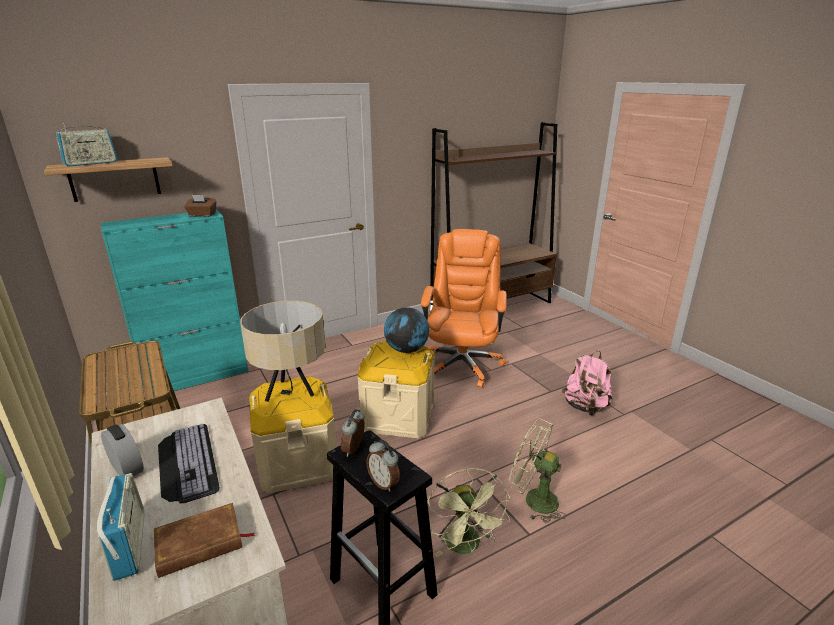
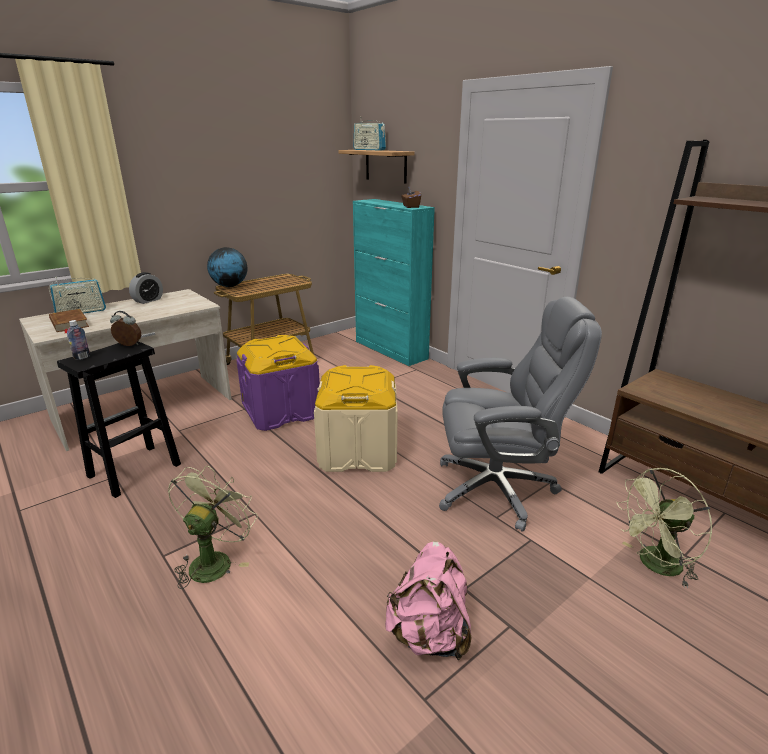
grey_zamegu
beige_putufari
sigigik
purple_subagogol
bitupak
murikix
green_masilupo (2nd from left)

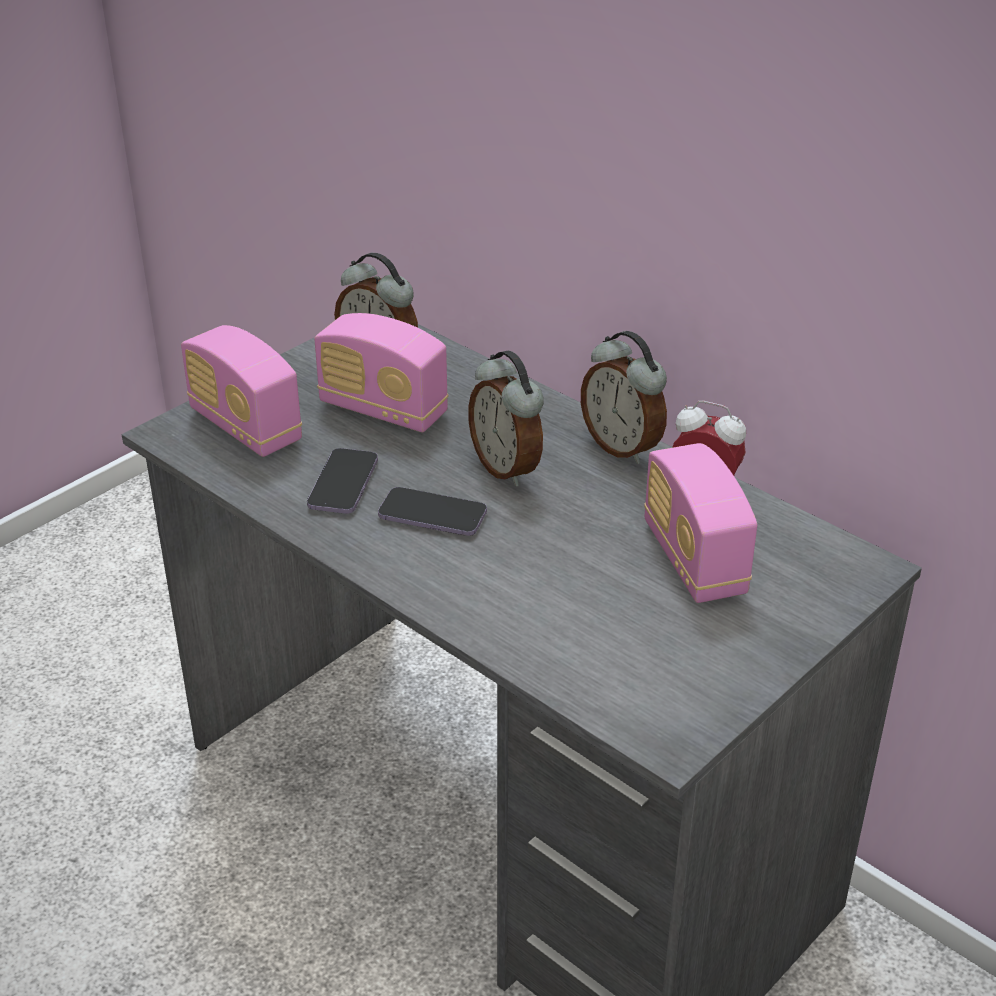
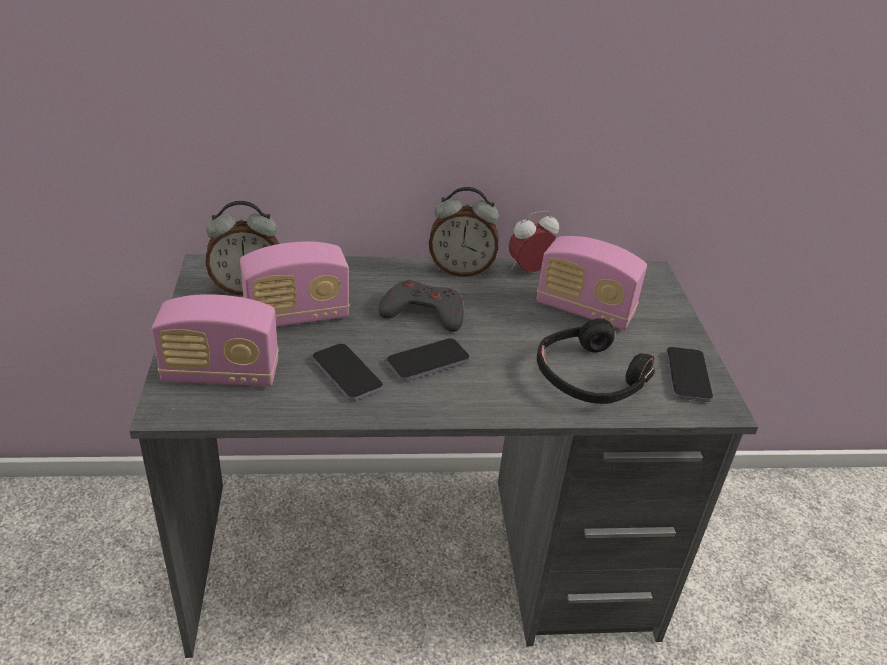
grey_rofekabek
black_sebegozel
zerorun (3rd from left)

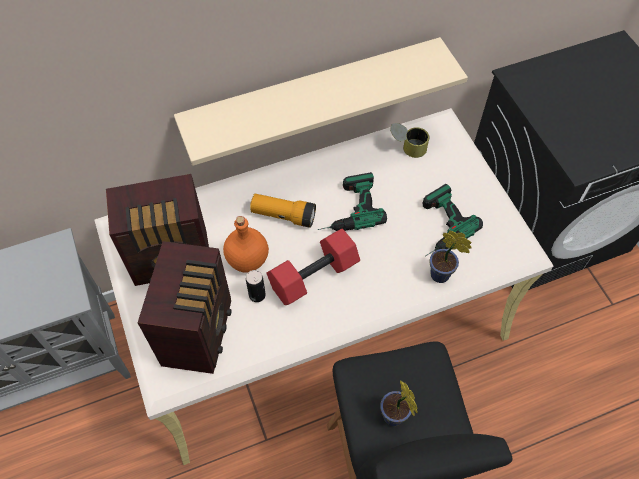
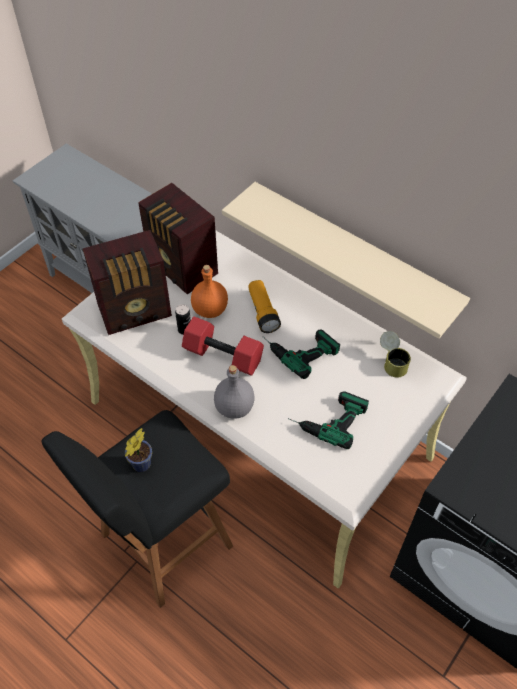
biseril (2nd from left in the first image)
grey_murikix

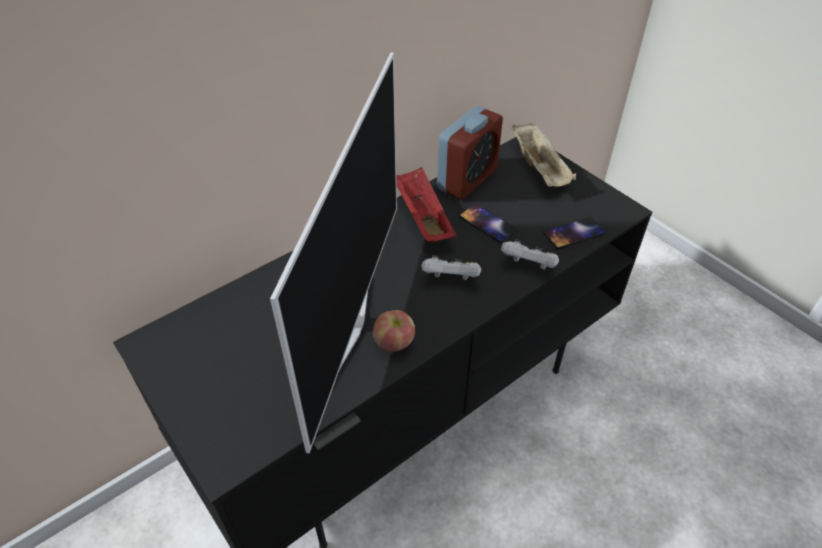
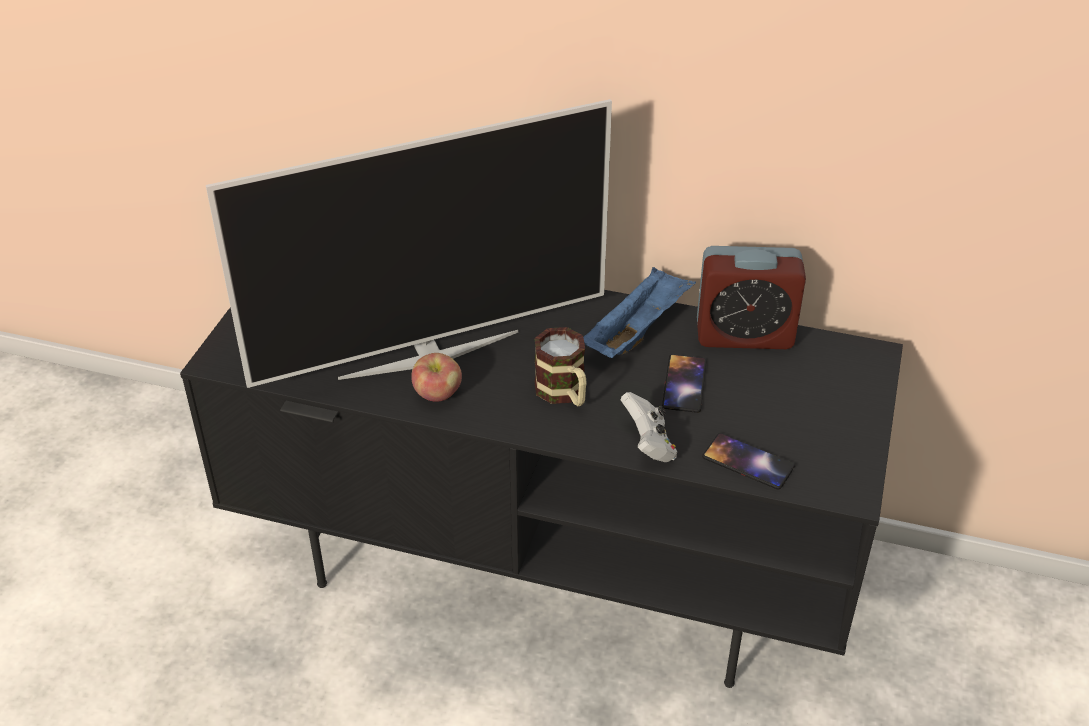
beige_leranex
blue_leranex
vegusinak

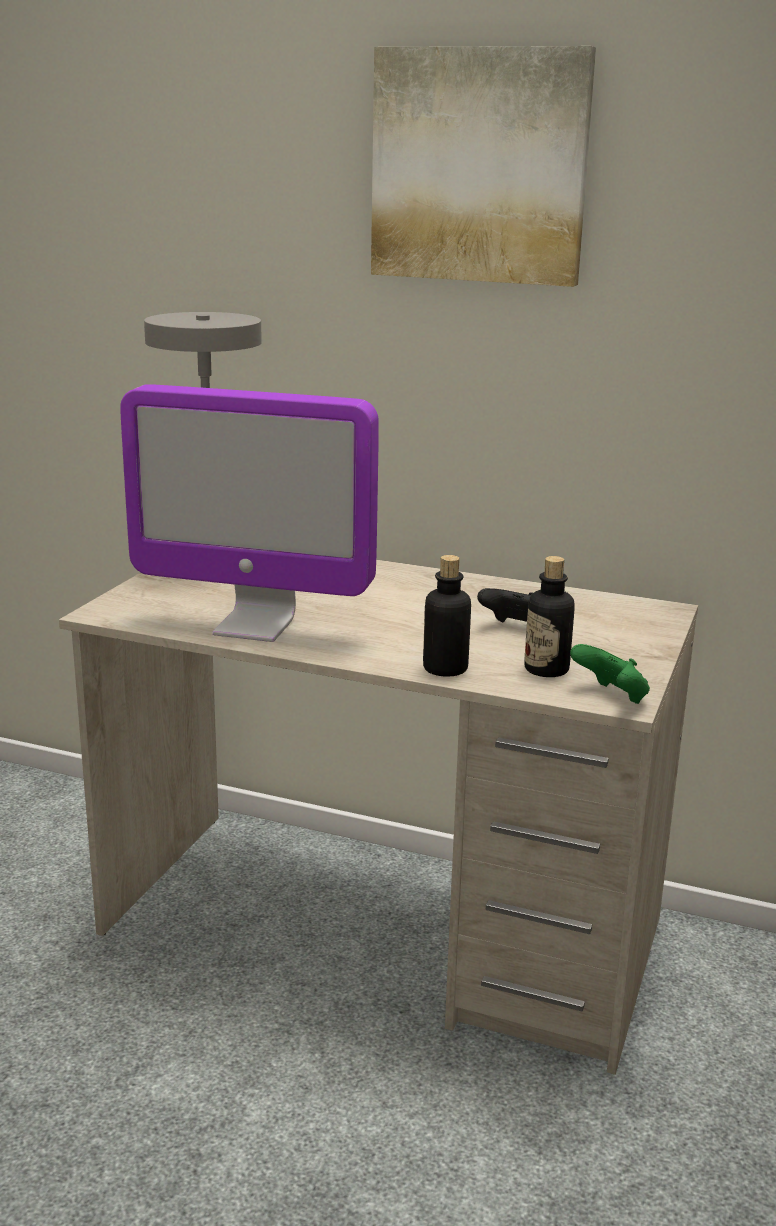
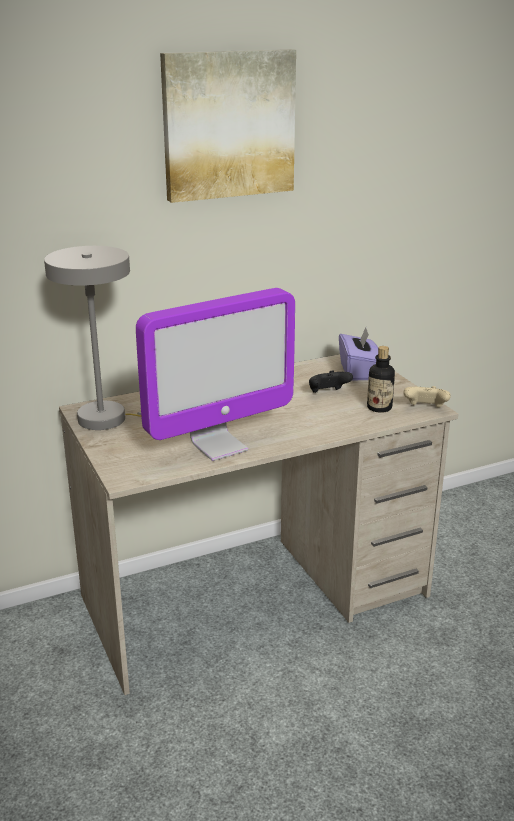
murikix (1st from left in the first image)
beige_rofekabek
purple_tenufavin

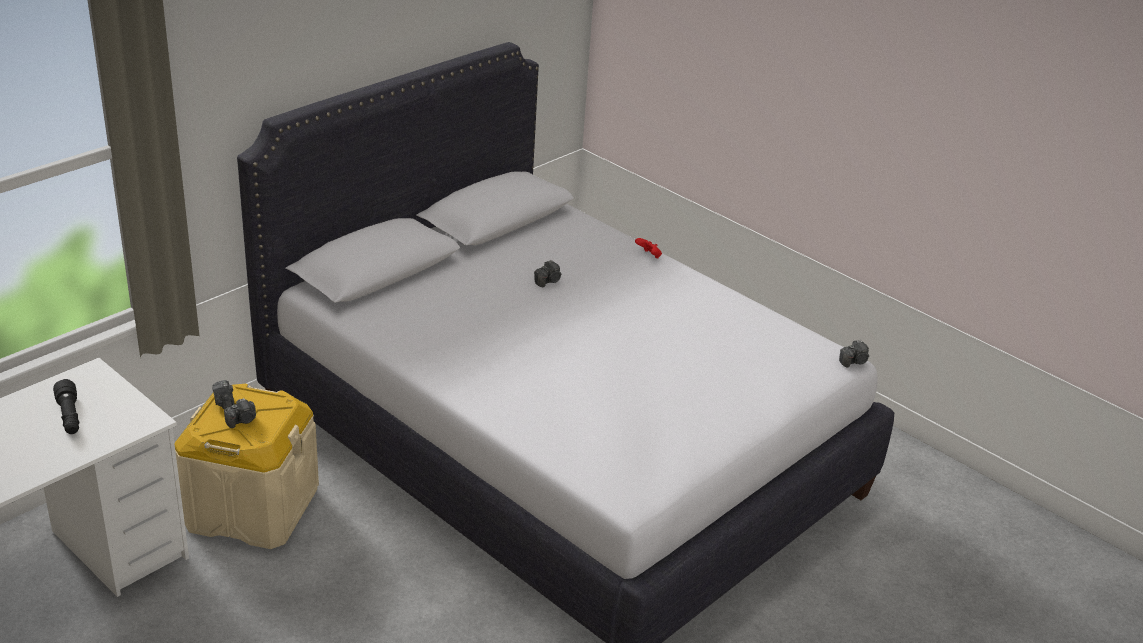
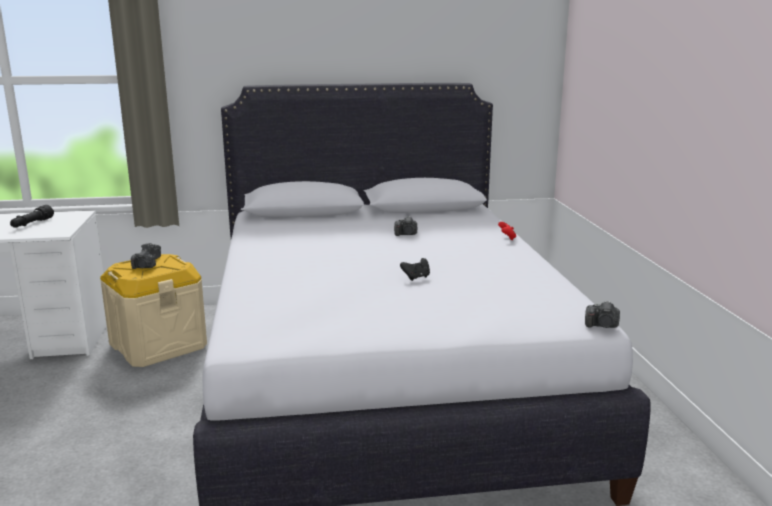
black_rofekabek

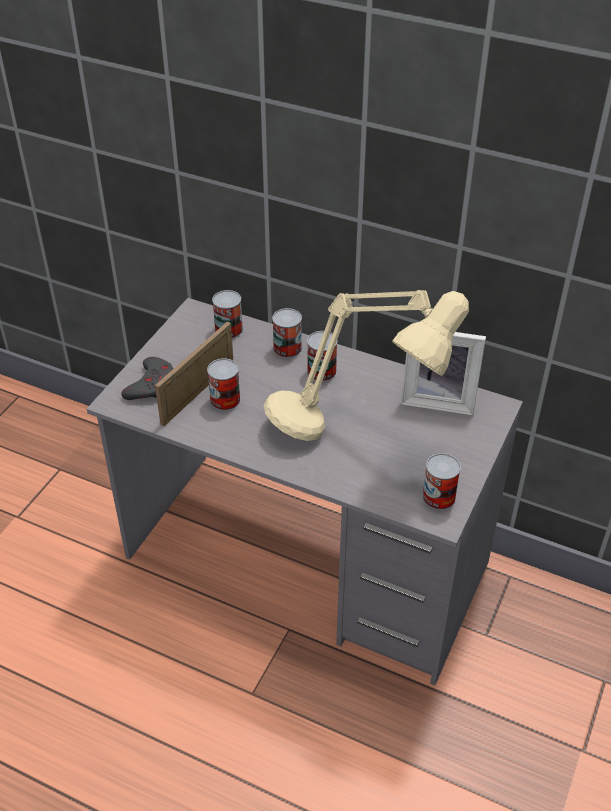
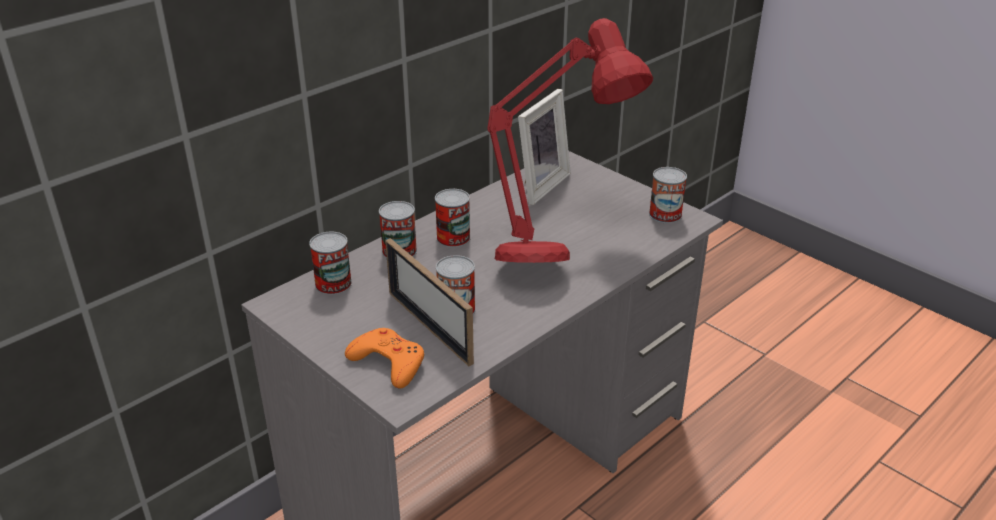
red_putufari
orange_rofekabek

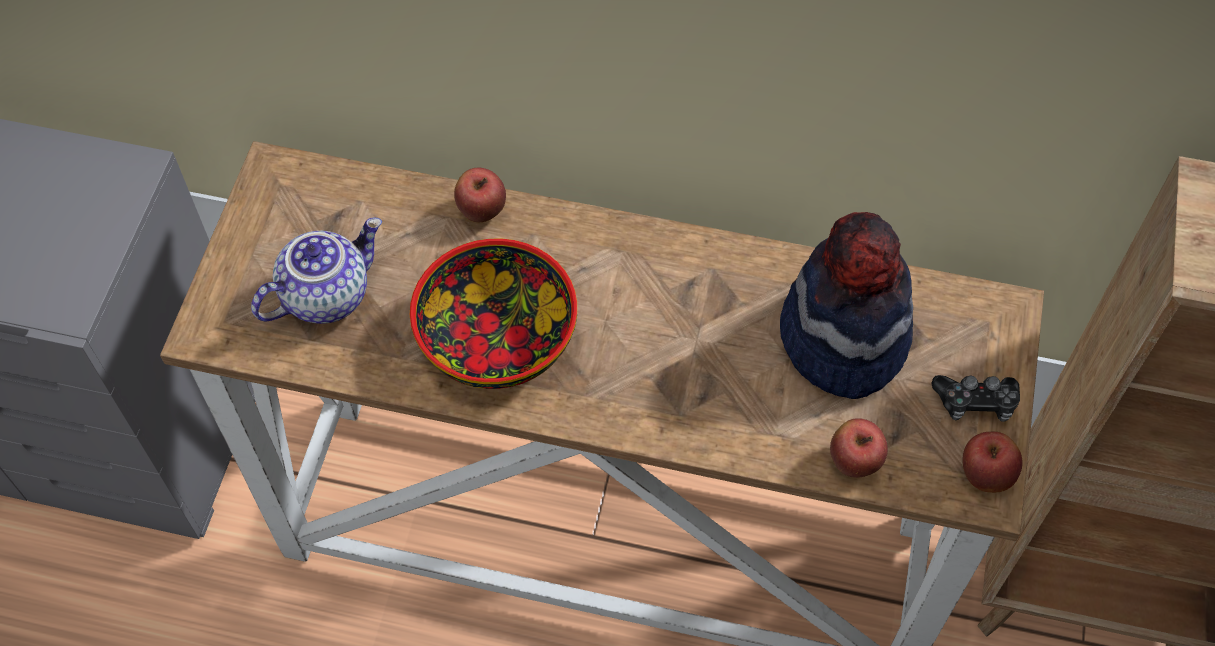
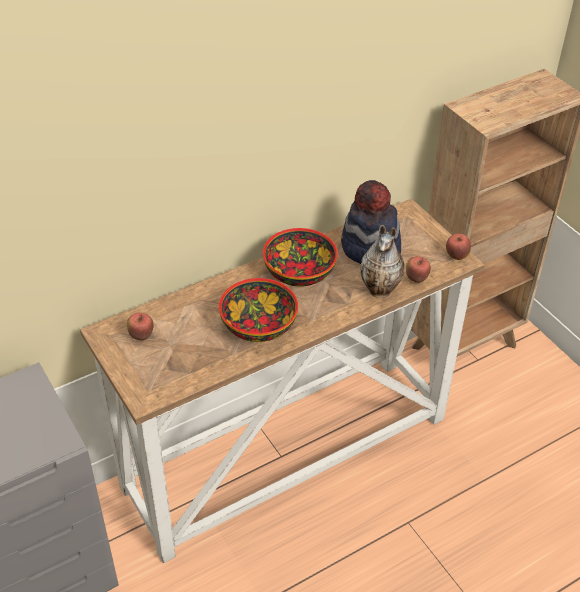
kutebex (1st from left)
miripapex
rofekabek
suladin
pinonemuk (2nd from left)

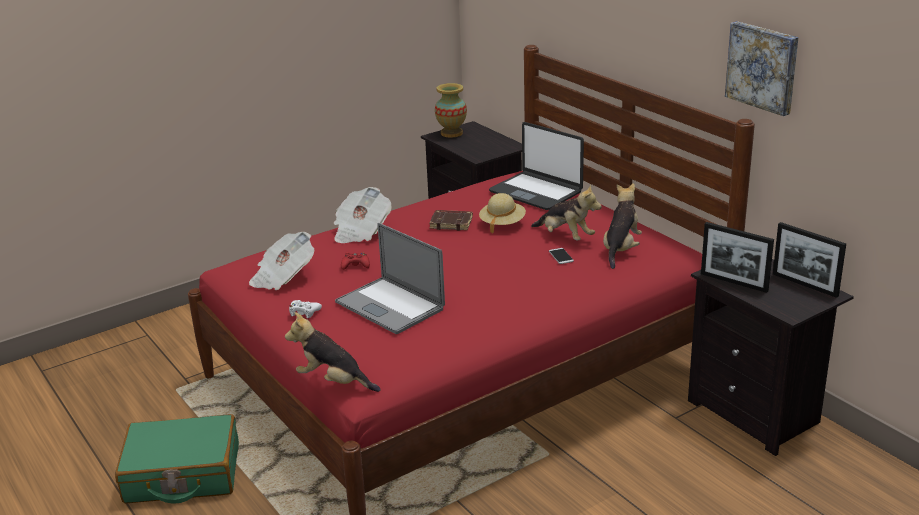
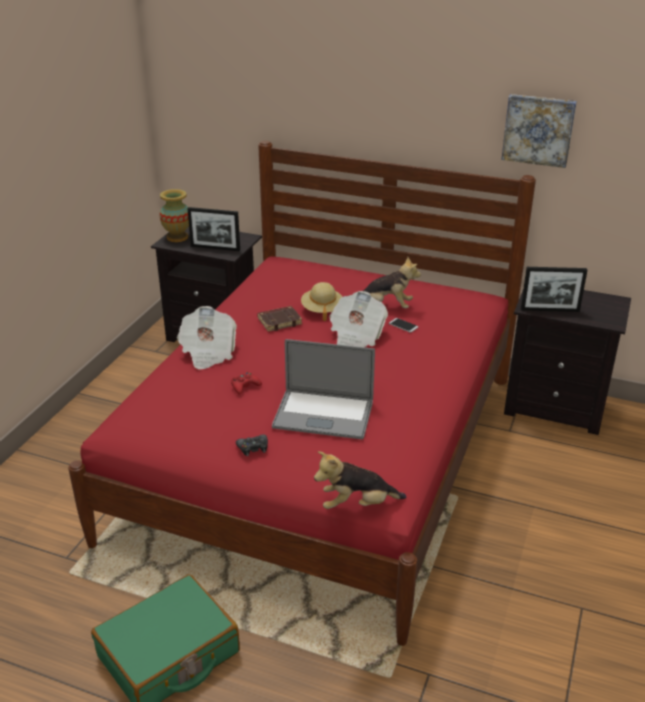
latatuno (2nd from left in the first image)
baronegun (3rd from left in the first image)
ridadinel (1st from left)
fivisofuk (2nd from left)
black_rofekabek

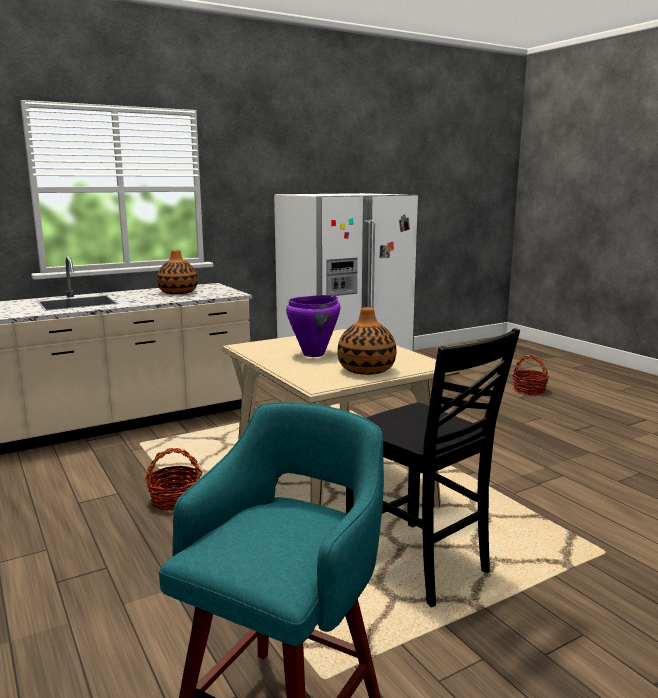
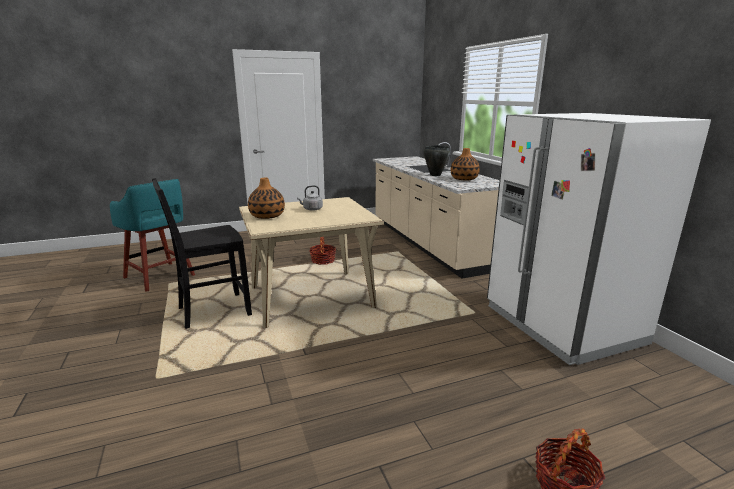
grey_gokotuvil
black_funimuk

